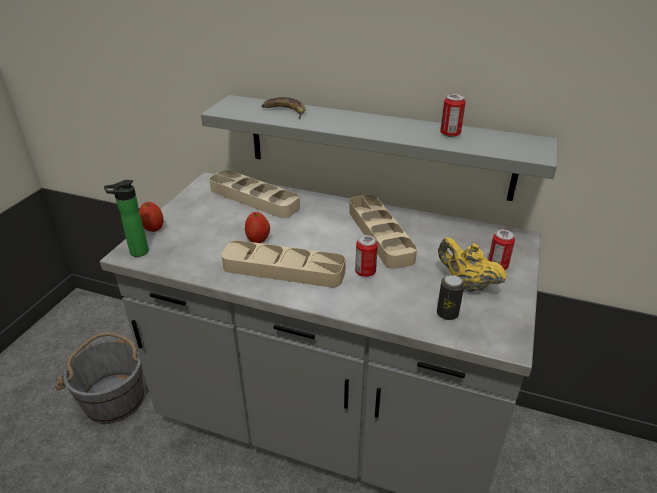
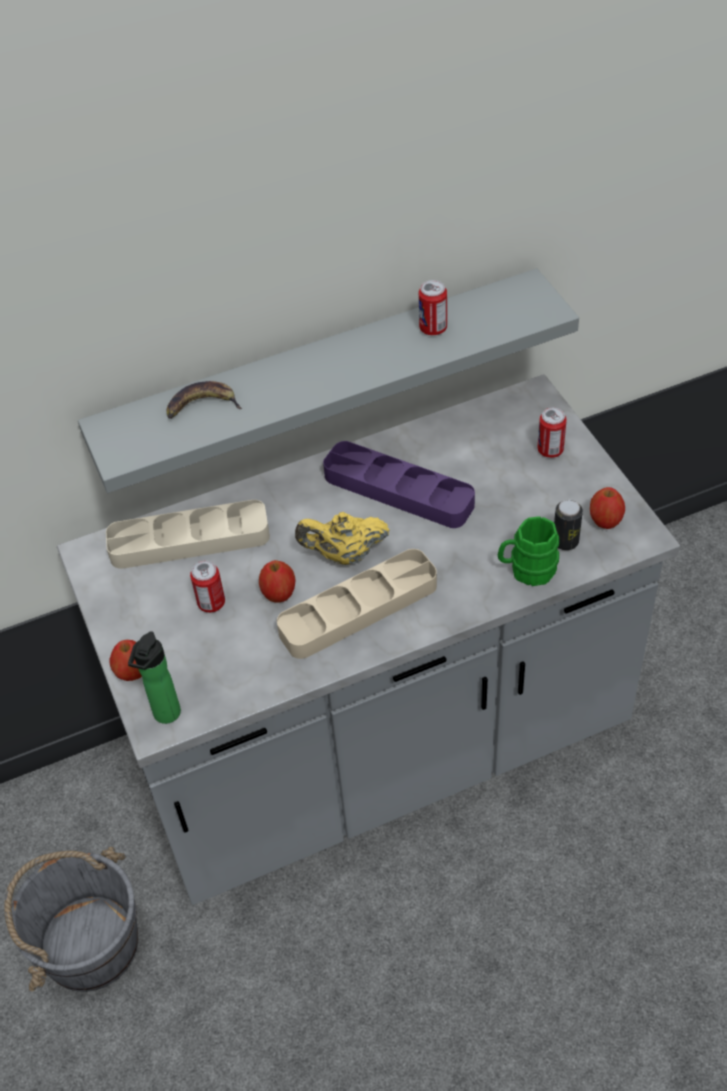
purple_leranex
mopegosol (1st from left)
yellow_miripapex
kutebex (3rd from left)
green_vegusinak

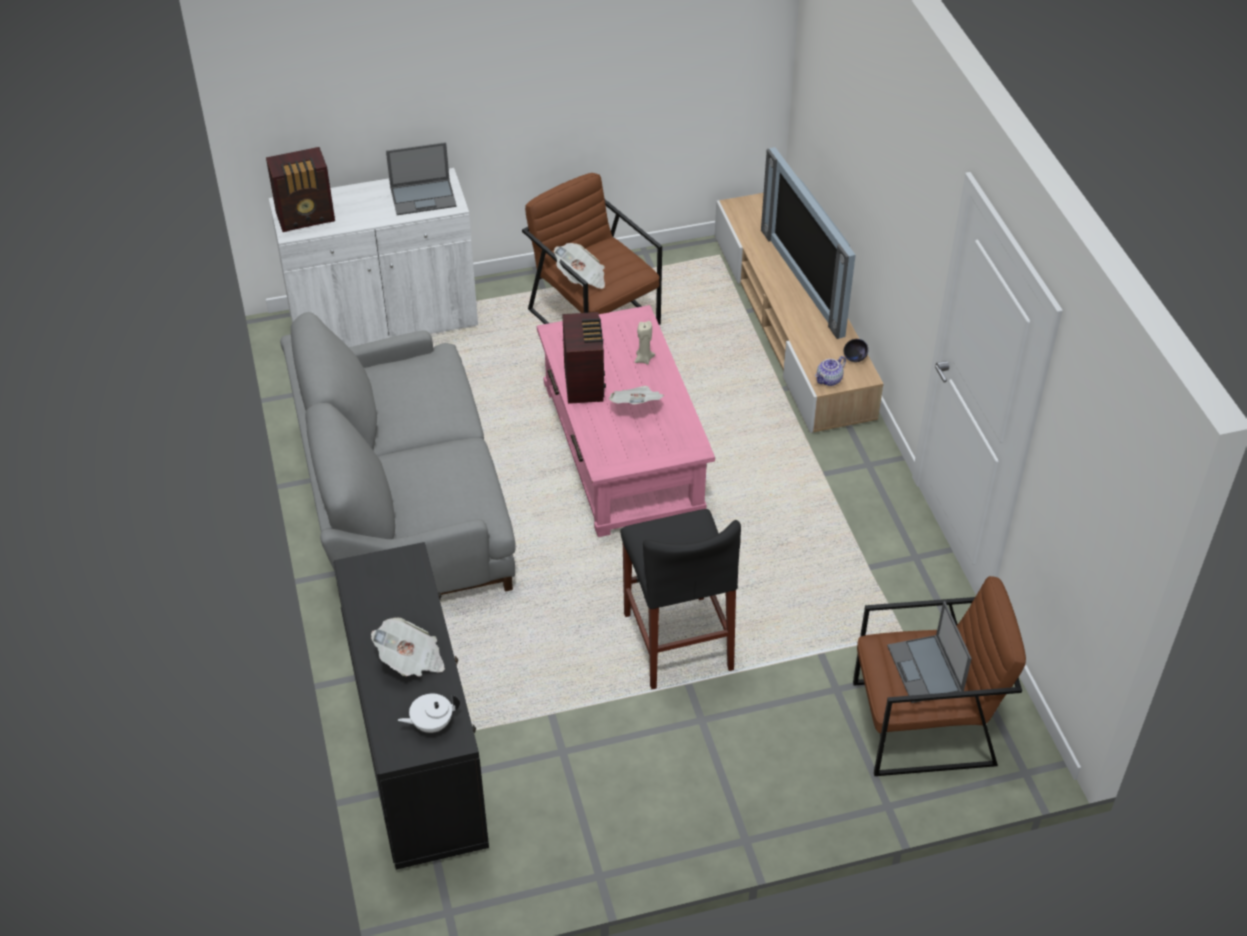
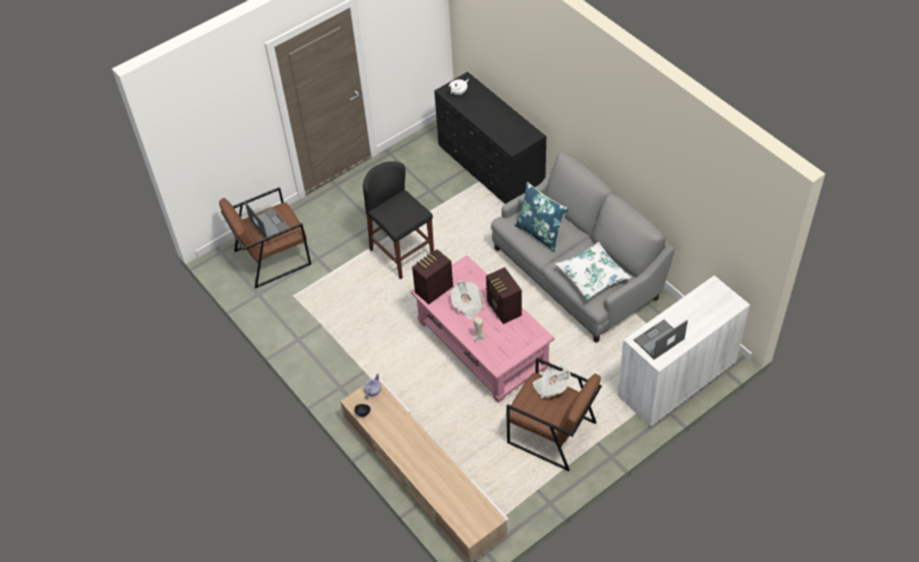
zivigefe (1st from left)
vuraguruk
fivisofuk (1st from left in the first image)
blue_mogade
white_mogade

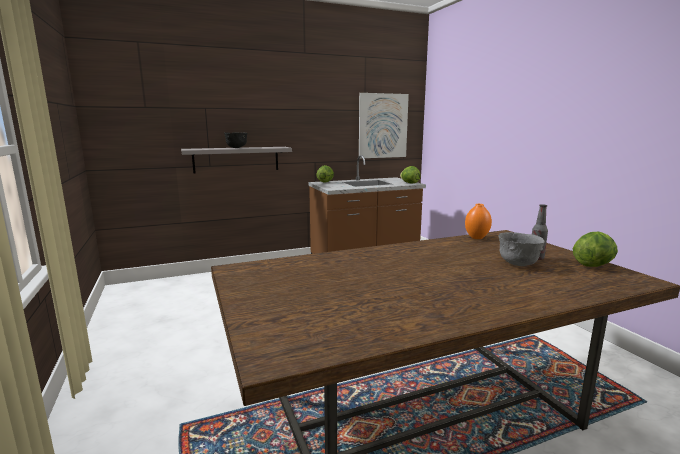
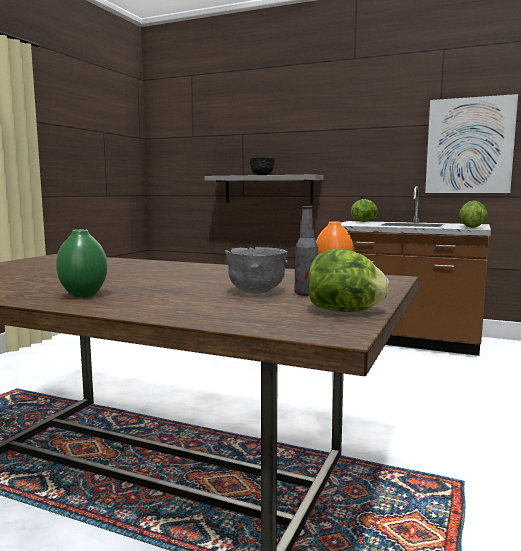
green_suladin

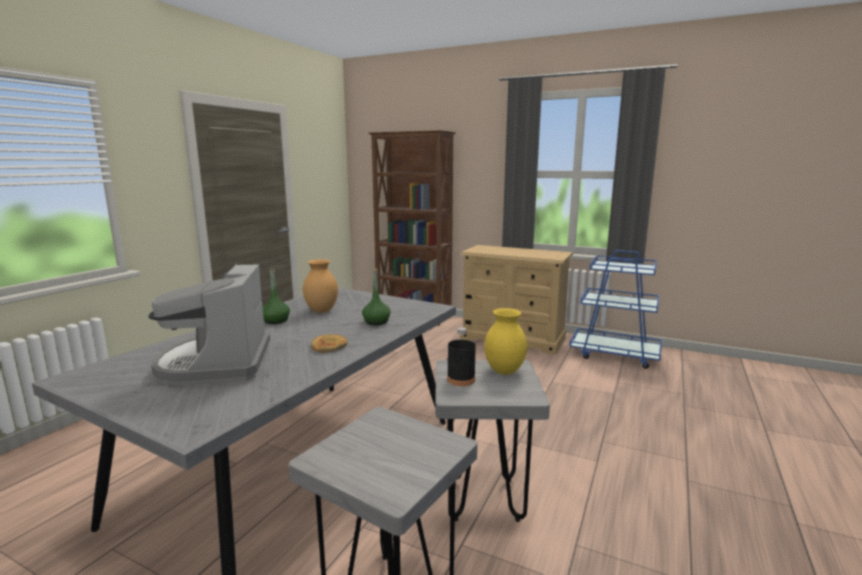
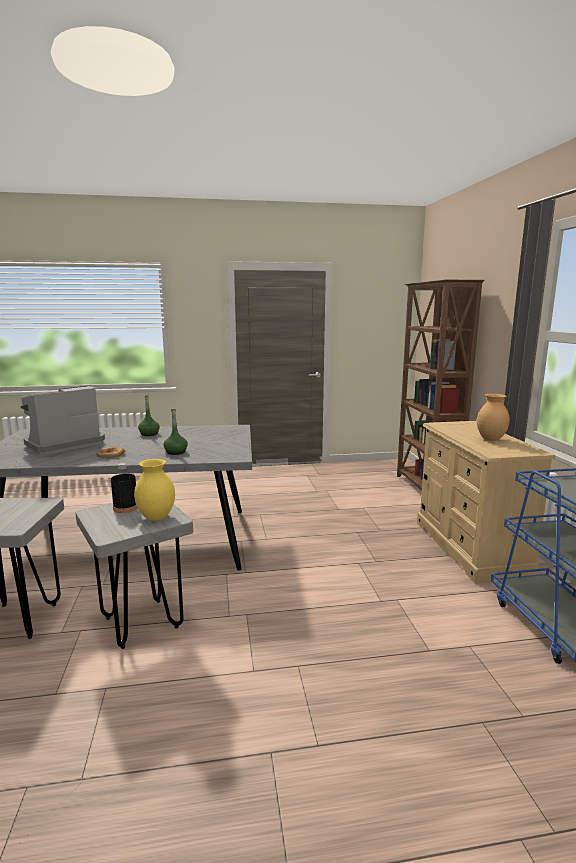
brown_suladin

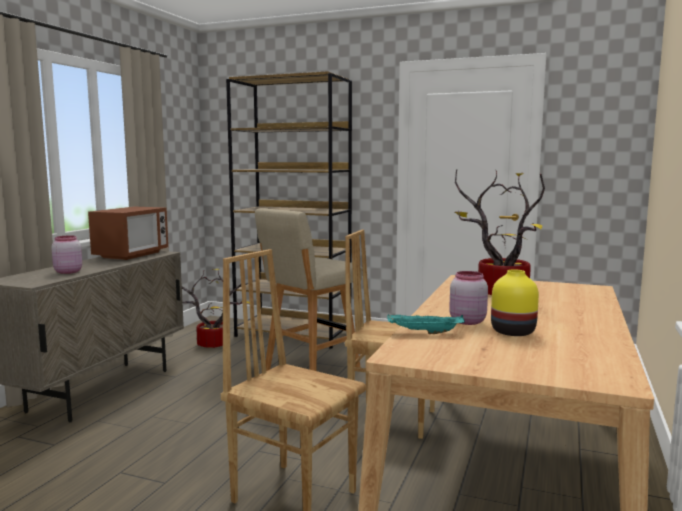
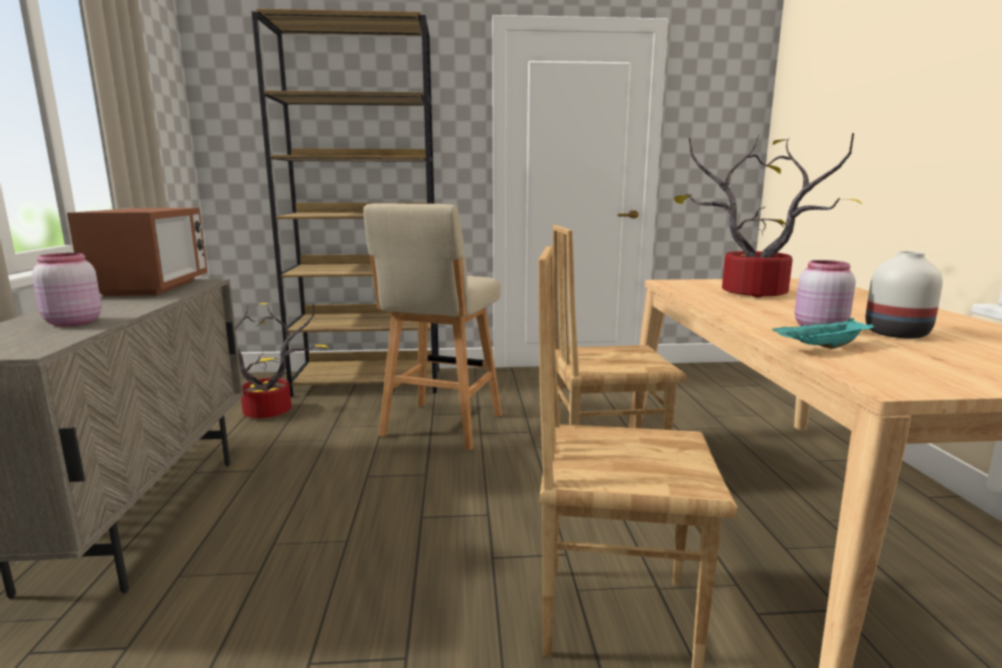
white_suladin

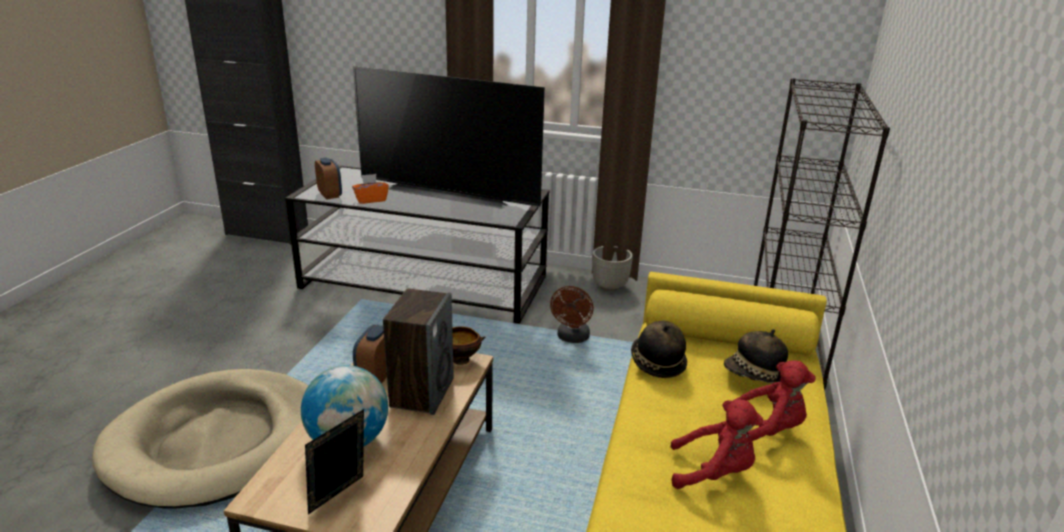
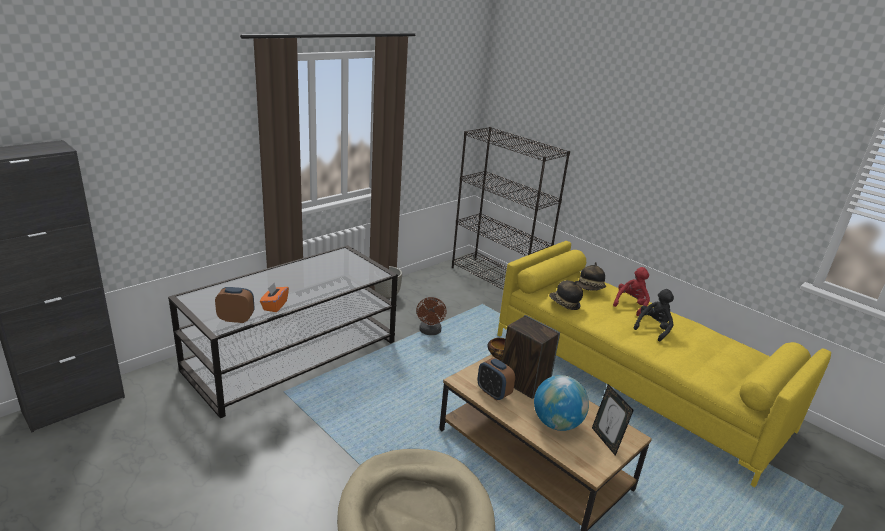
vuraguruk
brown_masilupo
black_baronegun

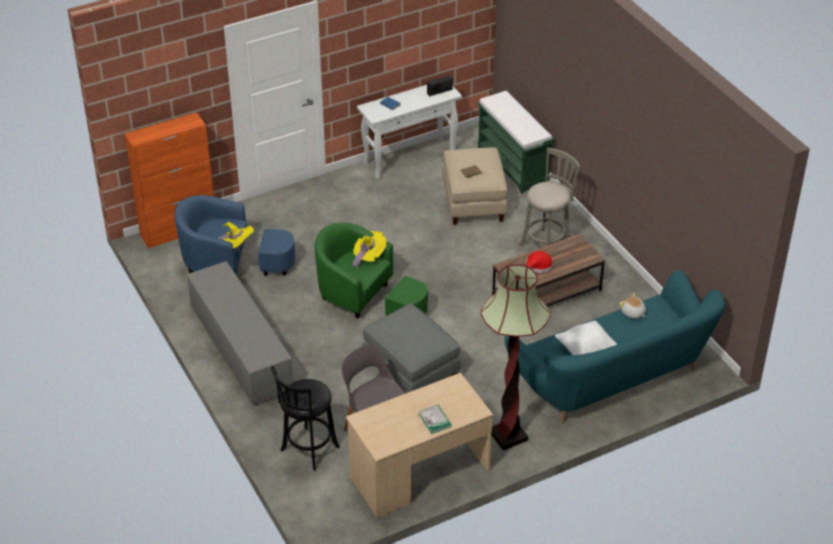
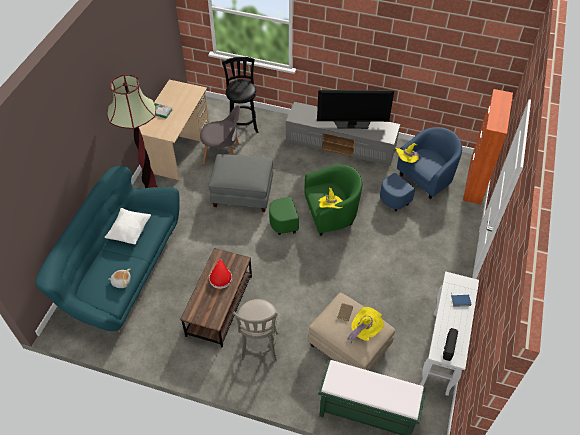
vuraguruk
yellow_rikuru (2nd from left)

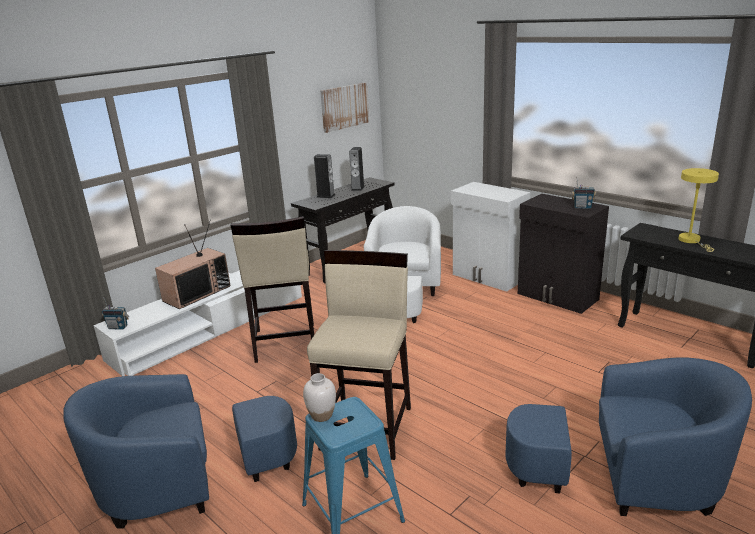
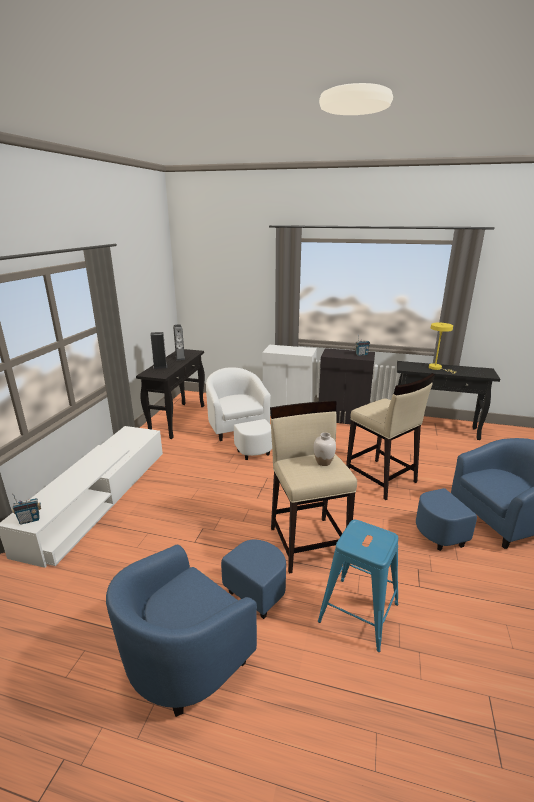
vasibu
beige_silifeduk (2nd from left)
vuraguruk
white_suladin

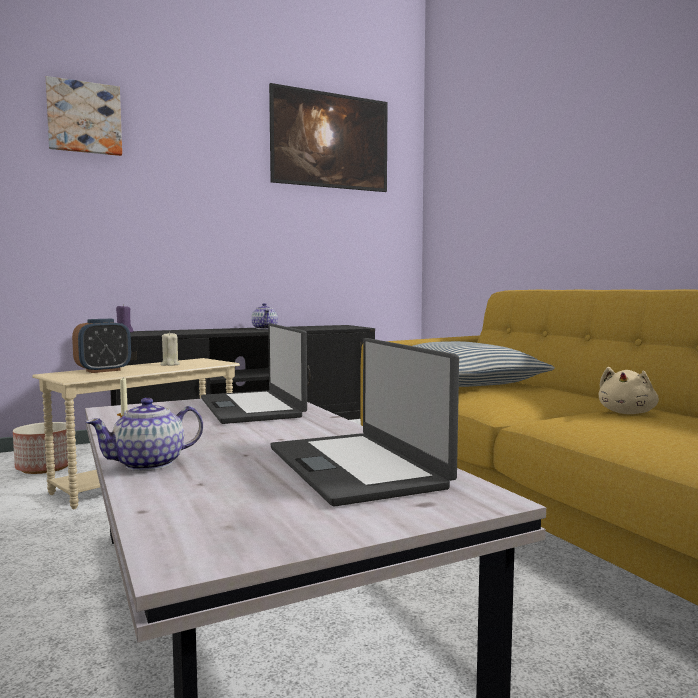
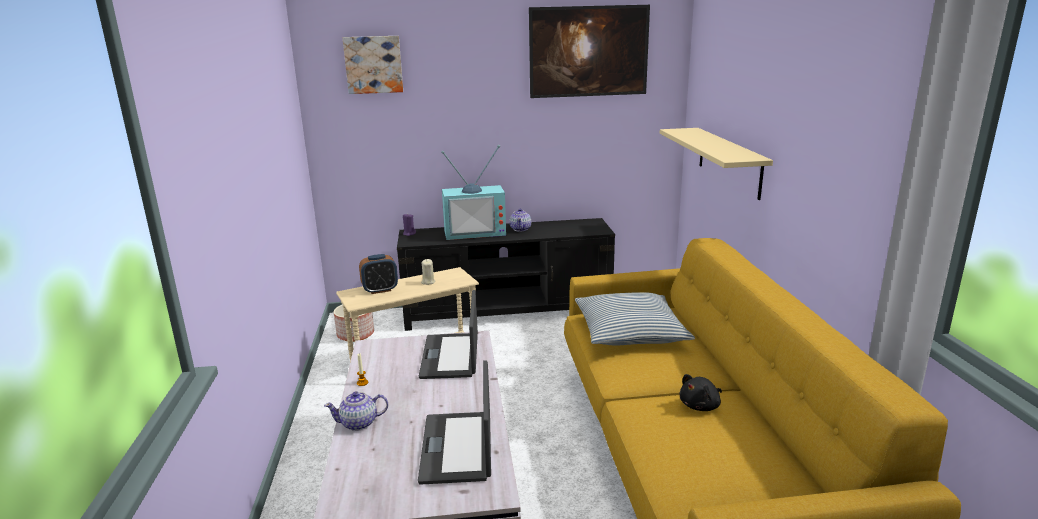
black_baronegun
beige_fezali
vuraguruk

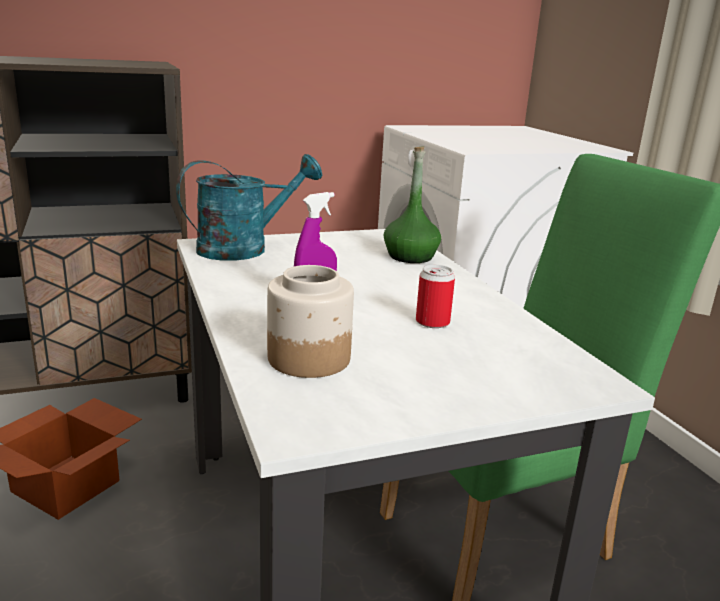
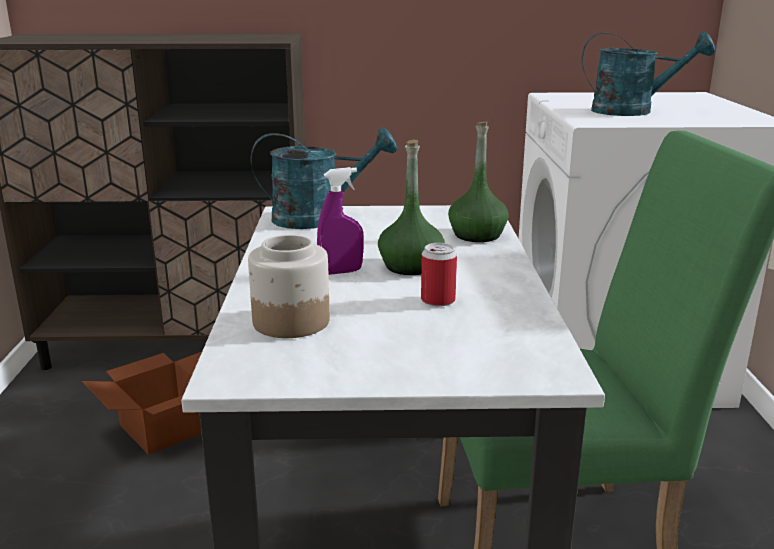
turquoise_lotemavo (2nd from left)
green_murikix (1st from left)

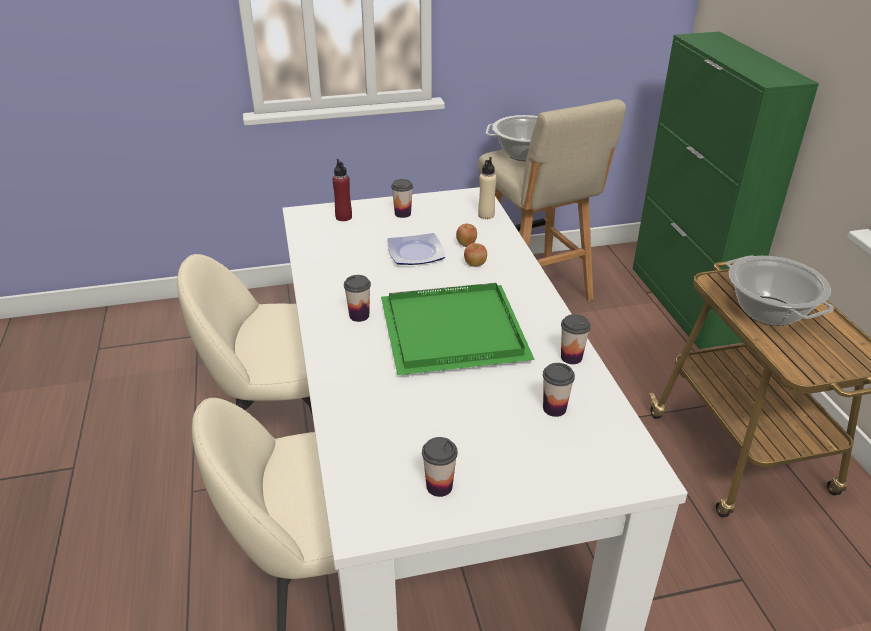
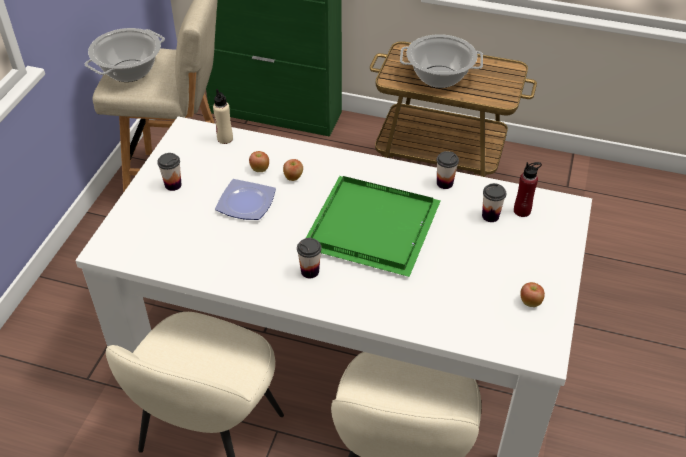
red_murikix
kutebex (3rd from left)

